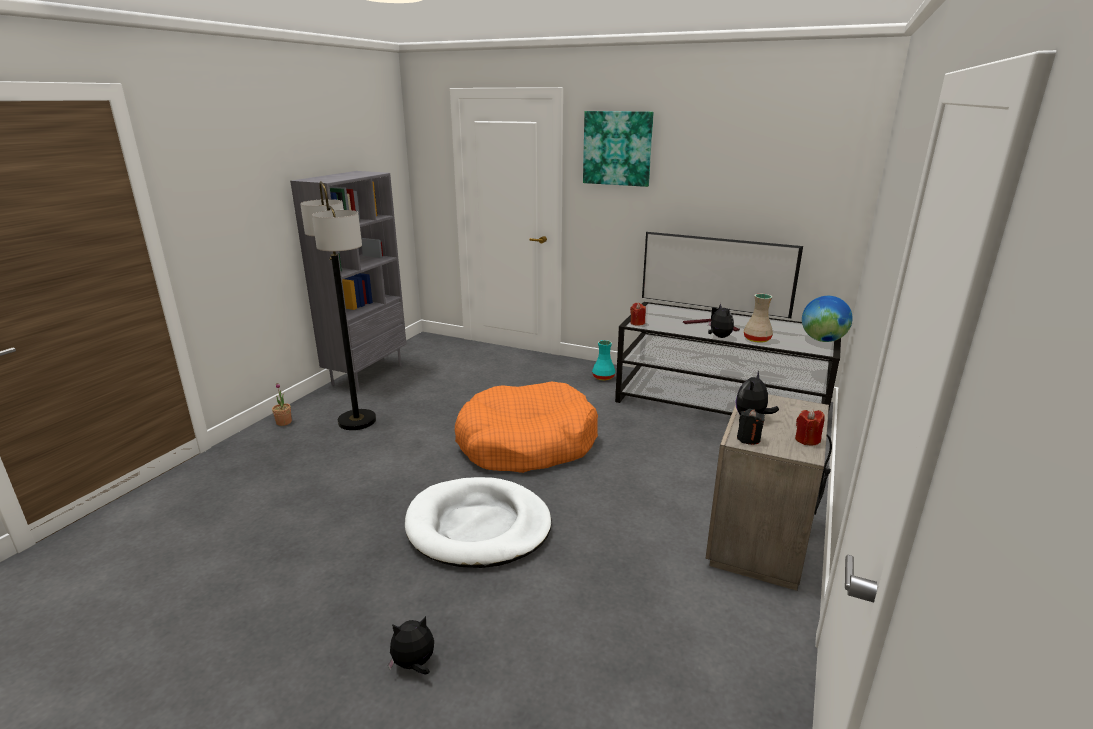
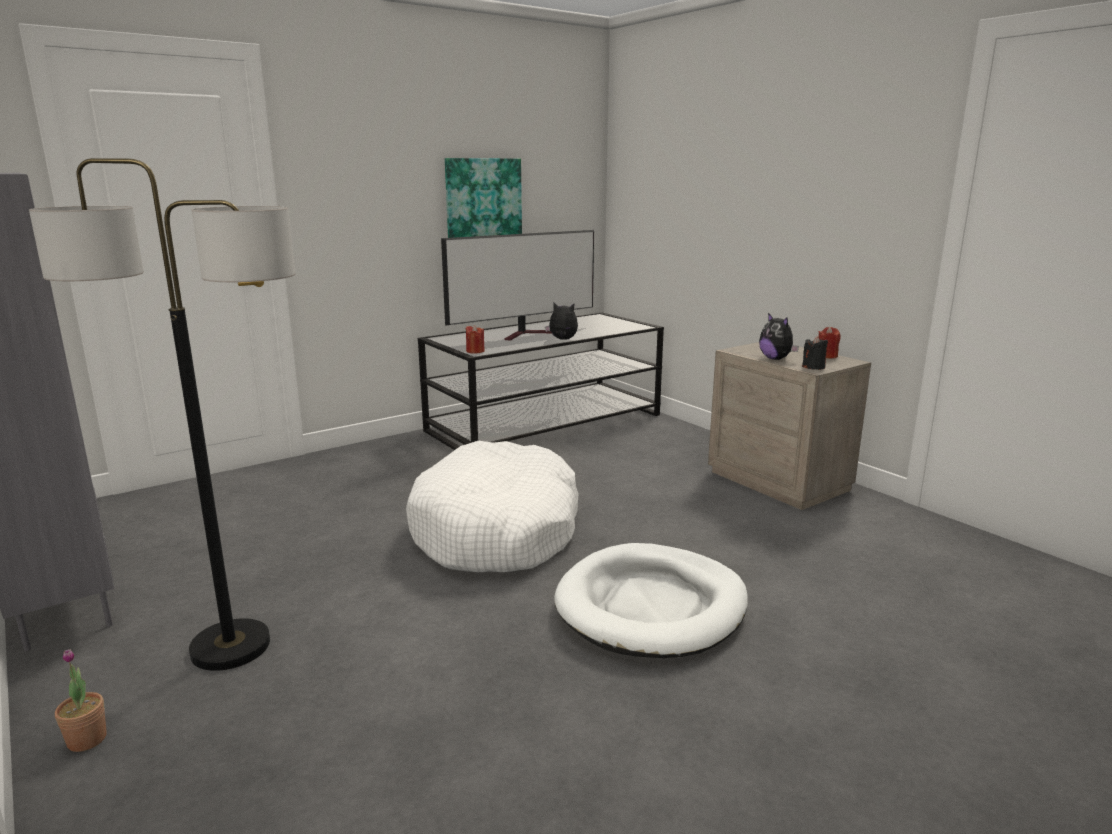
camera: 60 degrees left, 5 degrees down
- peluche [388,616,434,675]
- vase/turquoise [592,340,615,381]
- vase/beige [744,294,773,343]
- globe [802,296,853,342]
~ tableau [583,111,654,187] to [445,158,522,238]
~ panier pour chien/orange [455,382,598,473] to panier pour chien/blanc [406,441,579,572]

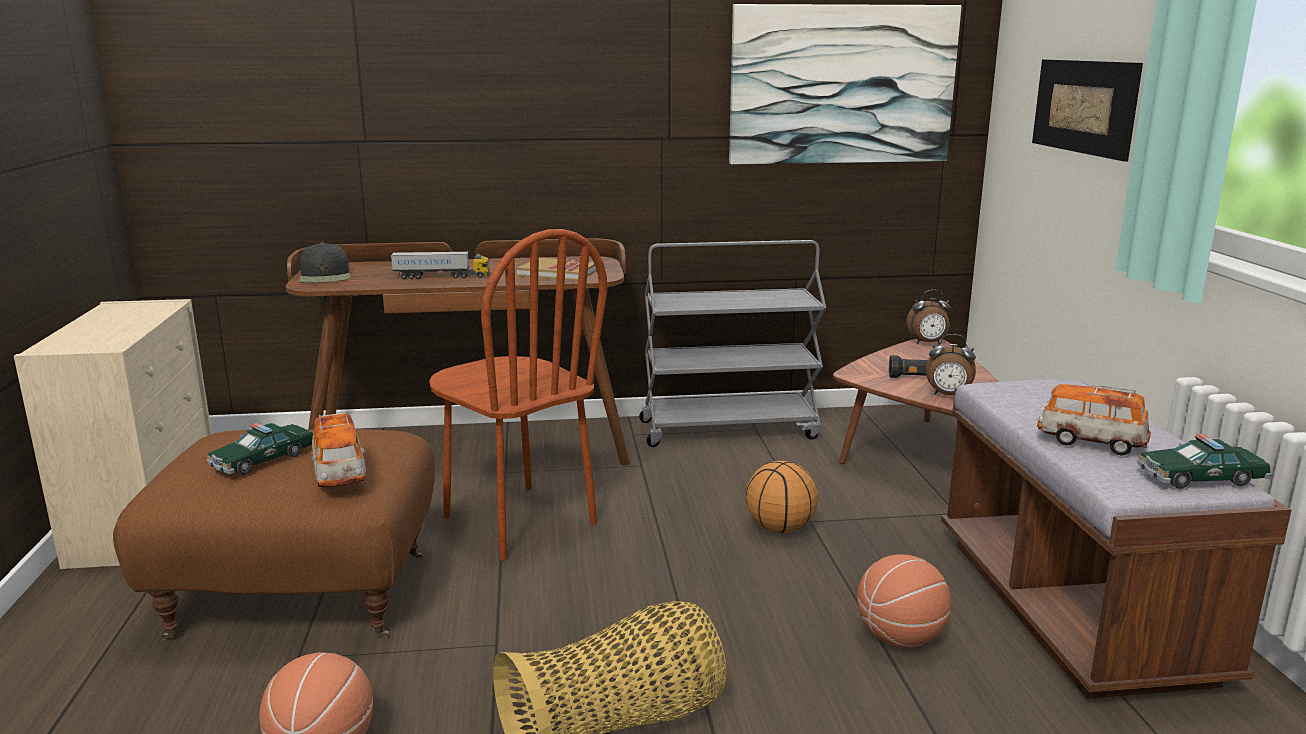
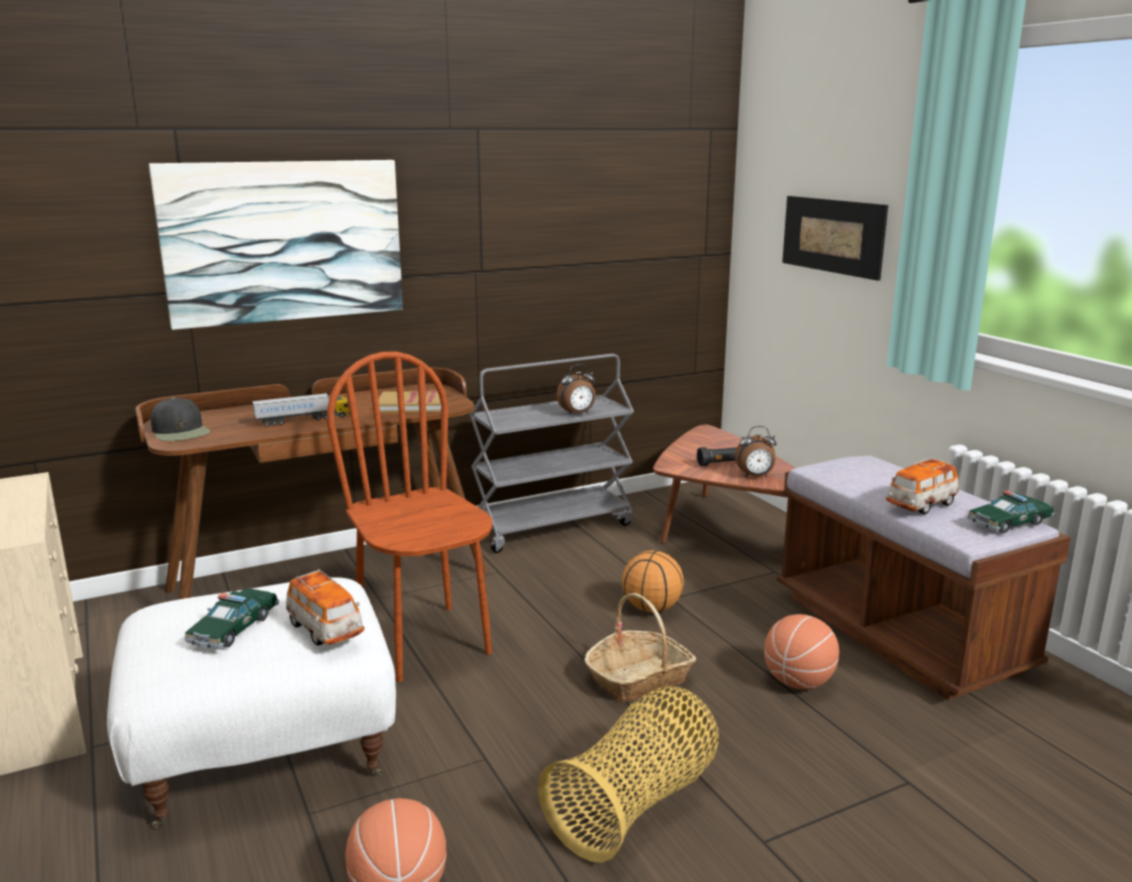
camera: 20 degrees left, 0 degrees up
+ panier [585,593,696,702]
~ tableau [729,4,962,164] to [149,160,403,330]
~ réveil [906,290,951,344] to [556,364,596,415]
~ pouf/marron [113,429,435,640] to pouf/blanc [107,578,396,829]
~ chaise/marron [429,229,607,561] = [327,352,493,682] 150 degrees counterclockwise
~ petite voiture [1037,384,1151,455] = [886,457,959,515] 45 degrees counterclockwise

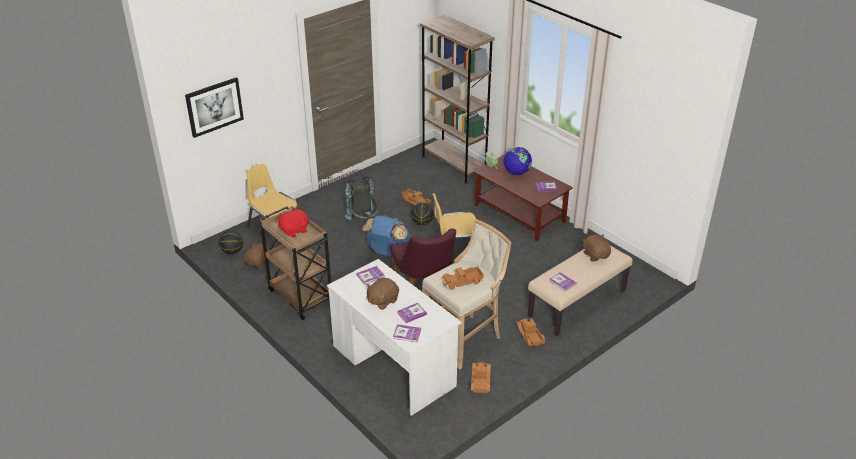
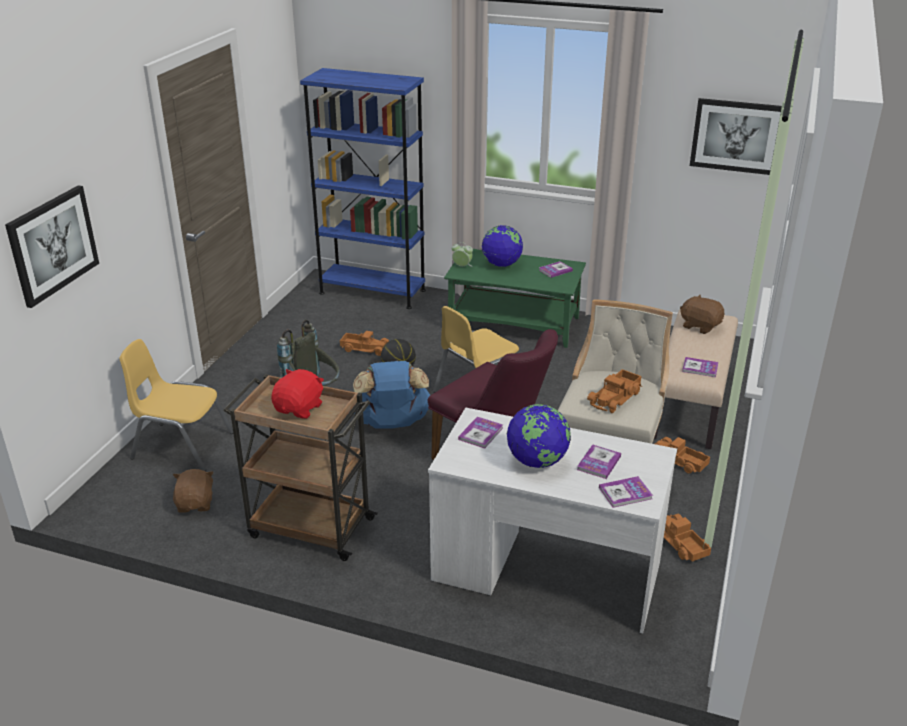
camera: 30 degrees left, 5 degrees down
- ballon de basket [219,231,243,254]
+ tableau [690,98,782,175]
~ peluche/marron [366,277,399,310] to globe [507,404,571,468]
~ bibliothèque/marron [420,15,495,184] to bibliothèque/bleu [300,68,426,309]
~ table basse/marron [473,154,573,241] to table basse/vert [444,249,586,348]

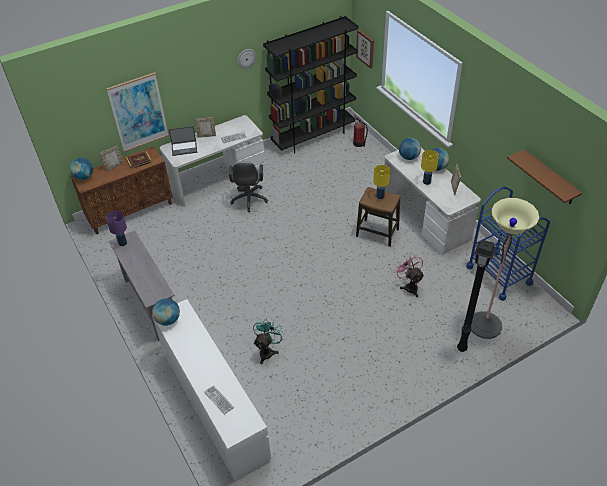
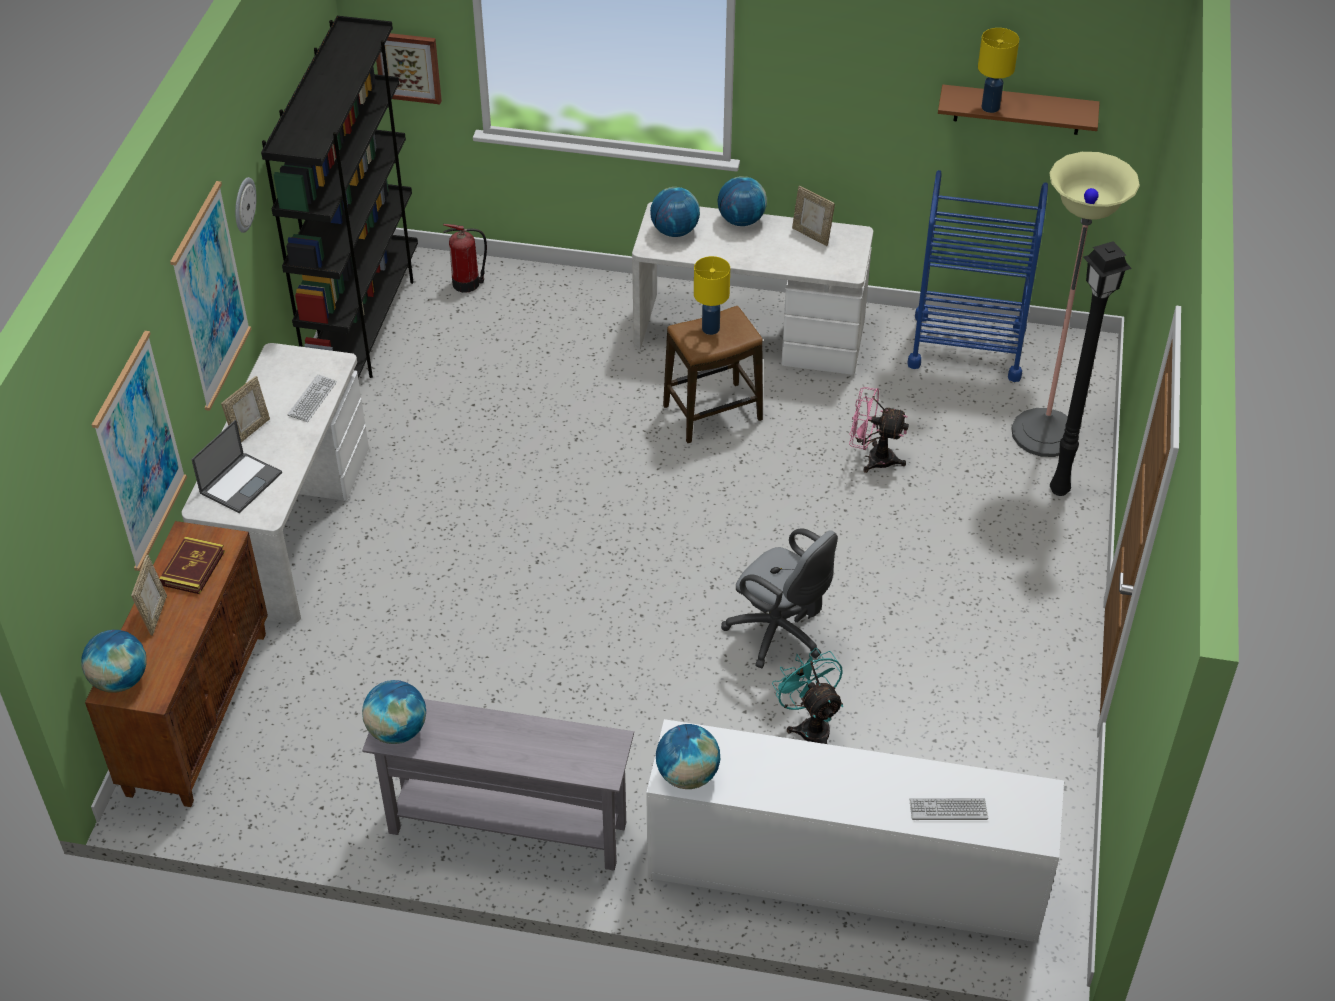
camera: 50 degrees left, 0 degrees up
+ tableau [170,181,251,411]
~ chaise de bureau/gris [229,161,268,212] to [721,528,838,668]
~ lampe de table/jaune [421,150,439,185] to [978,28,1019,113]
~ lampe de table/violet [106,211,127,246] to globe [362,680,426,744]

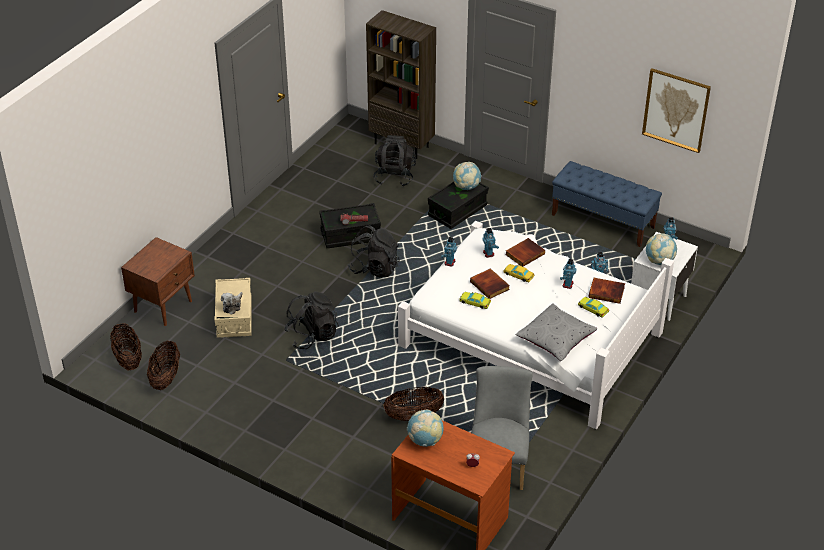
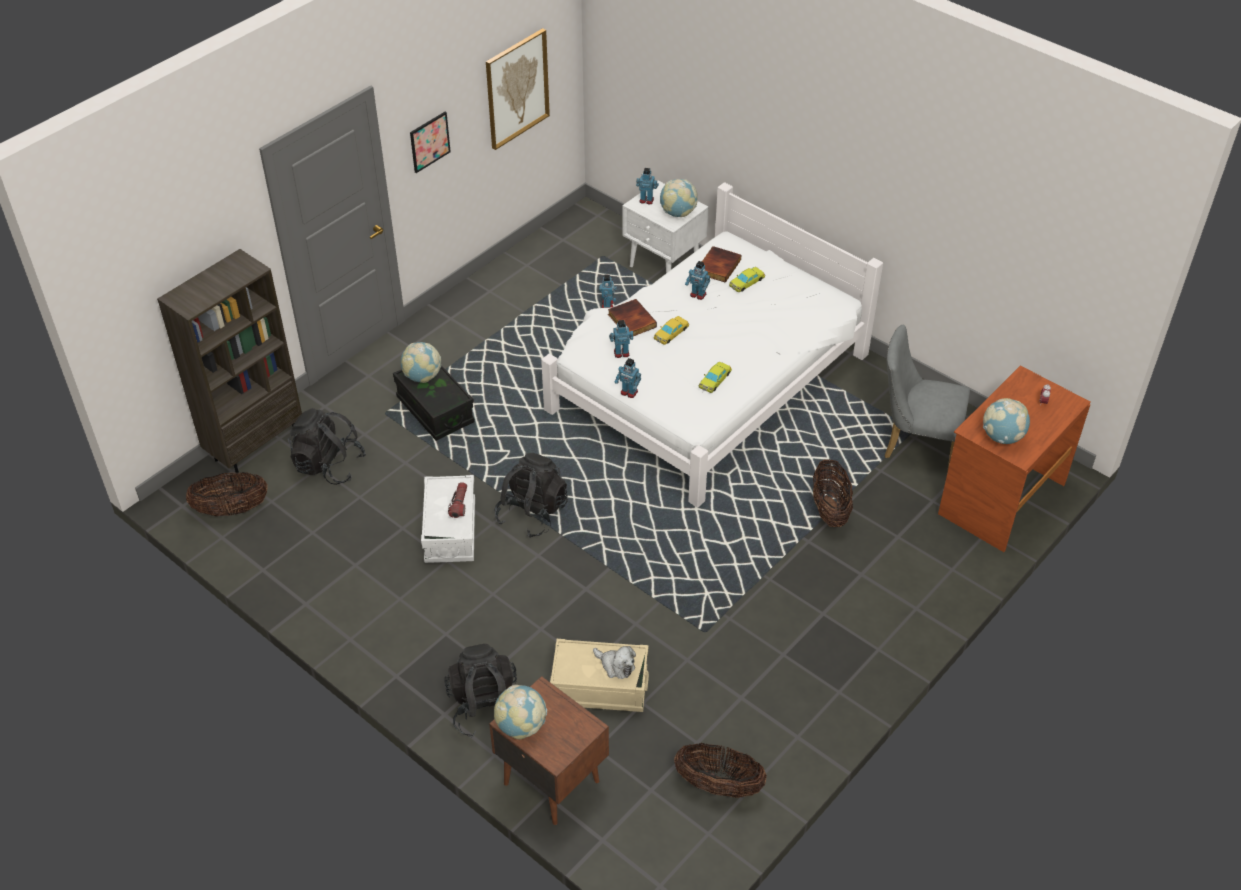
camera: 80 degrees left, 5 degrees up
- livre [470,268,510,299]
- coussin/gris [515,303,597,361]
- banc/bleu [552,161,662,247]
+ tableau [410,112,451,173]
+ globe [494,685,547,739]
~ panier [110,324,142,370] to [186,472,267,516]
~ sac à dos/noir [284,291,339,349] to [444,644,517,738]
~ boîte de rangement/noir [319,203,381,248] to boîte de rangement/blanc [421,475,475,563]

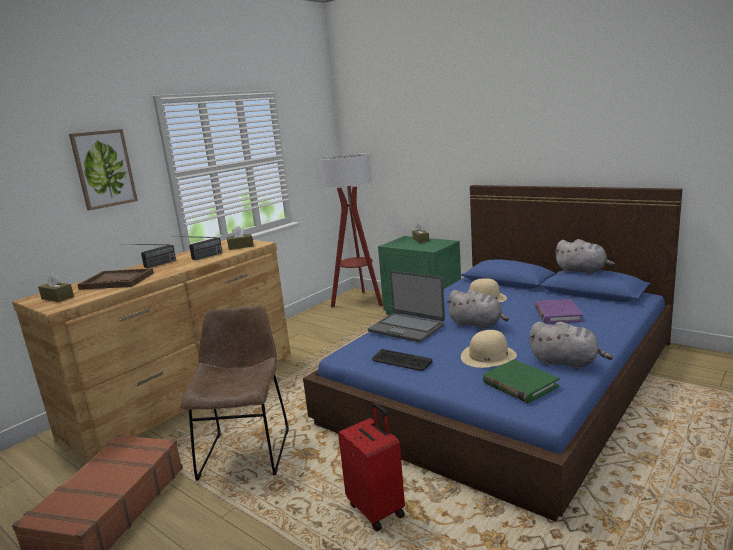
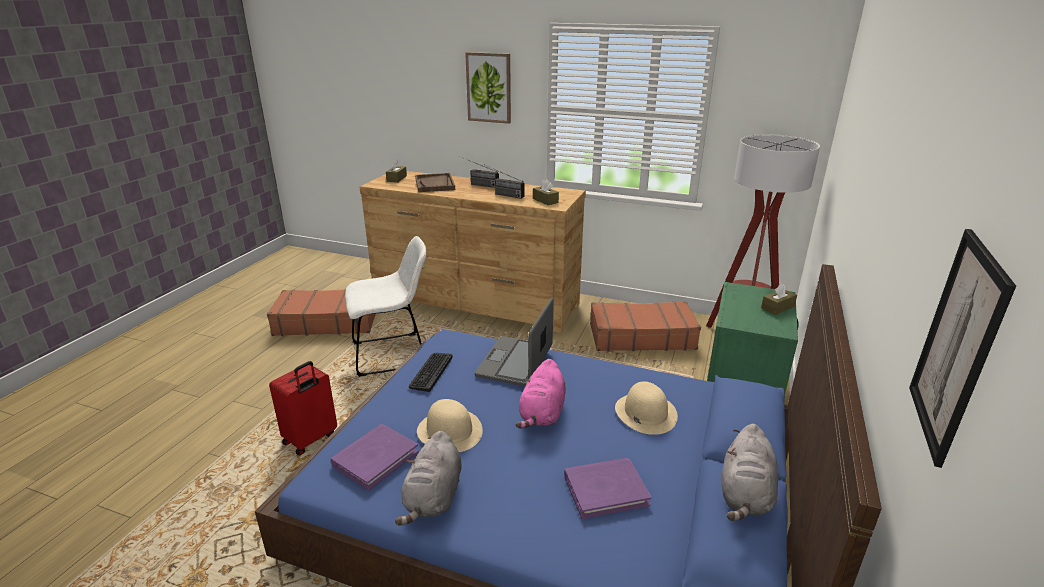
camera: 70 degrees right, 10 degrees up
+ valise/marron [590,301,701,352]
+ tableau [909,229,1016,468]
~ chaise/marron [180,306,289,481] to chaise/blanc [345,236,427,377]
~ peluche/gris [446,290,509,330] to peluche/rose [516,359,566,429]
~ livre/vert [483,359,559,403] to livre/violet [331,424,418,491]

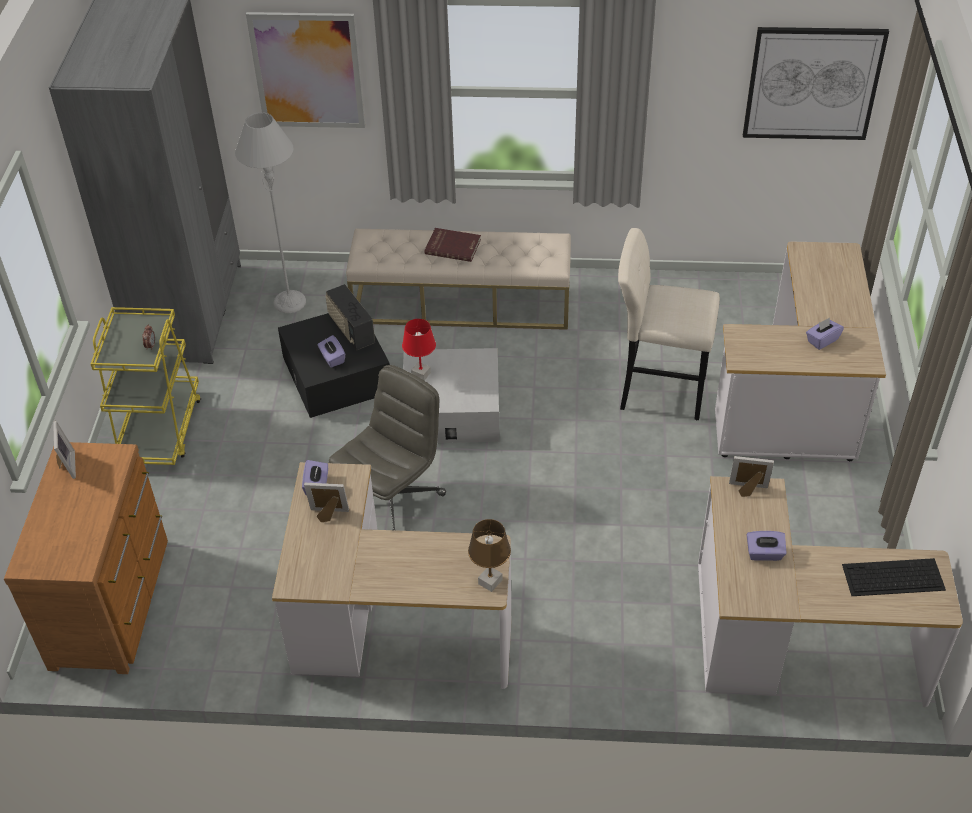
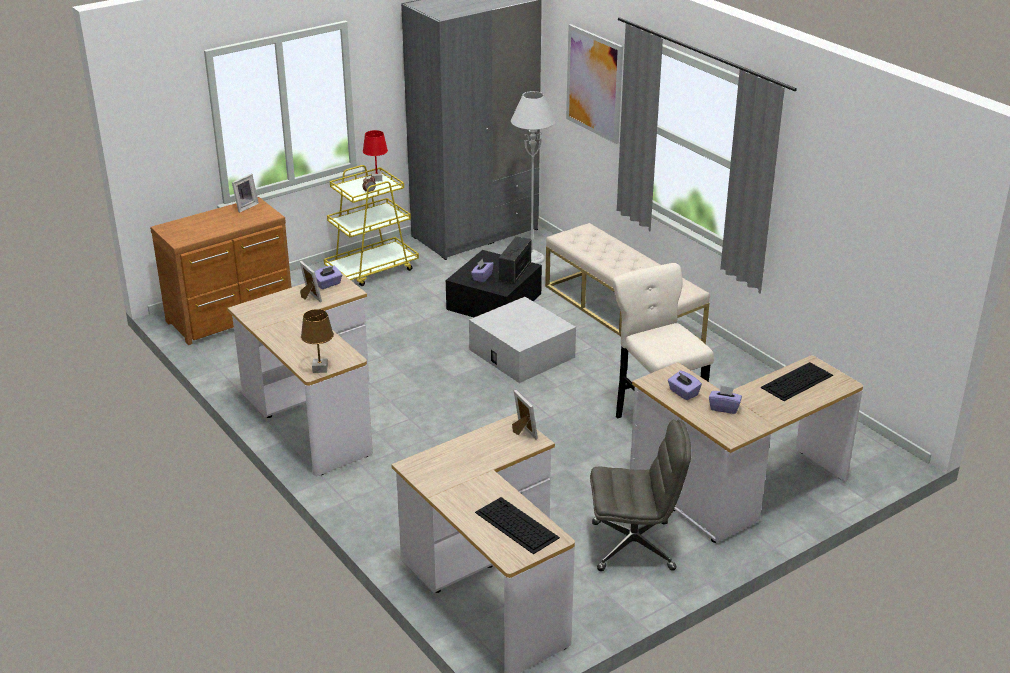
camera: 50 degrees right, 15 degrees down
- livre/rouge [424,228,481,262]
- tableau [743,27,889,140]
+ clavier [761,362,833,401]
~ chaise de bureau/gris [329,365,446,530] to [590,420,691,571]
~ lampe de table/rouge [402,319,436,381] to [363,130,388,182]
~ boîte à mouchoirs/violet [747,531,787,561] to [668,371,702,400]

